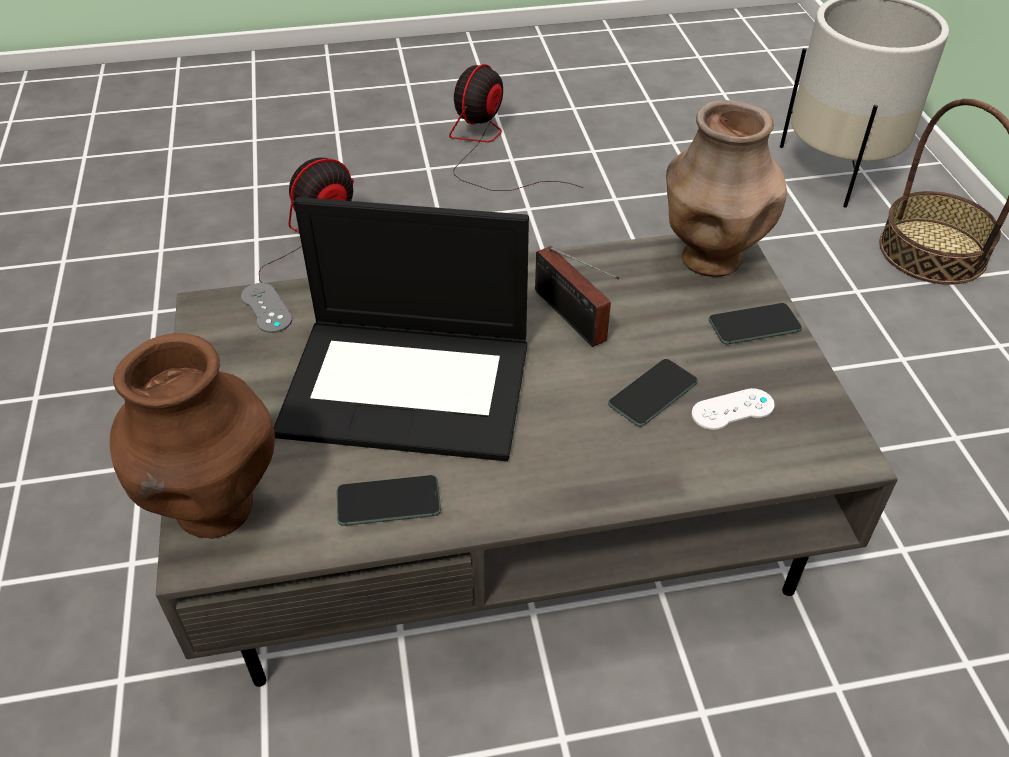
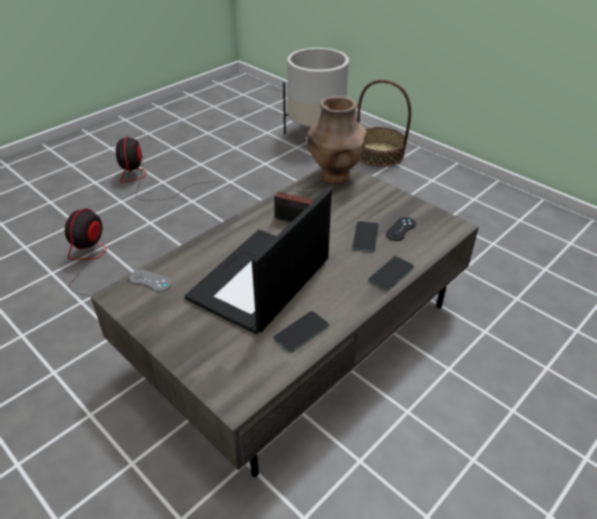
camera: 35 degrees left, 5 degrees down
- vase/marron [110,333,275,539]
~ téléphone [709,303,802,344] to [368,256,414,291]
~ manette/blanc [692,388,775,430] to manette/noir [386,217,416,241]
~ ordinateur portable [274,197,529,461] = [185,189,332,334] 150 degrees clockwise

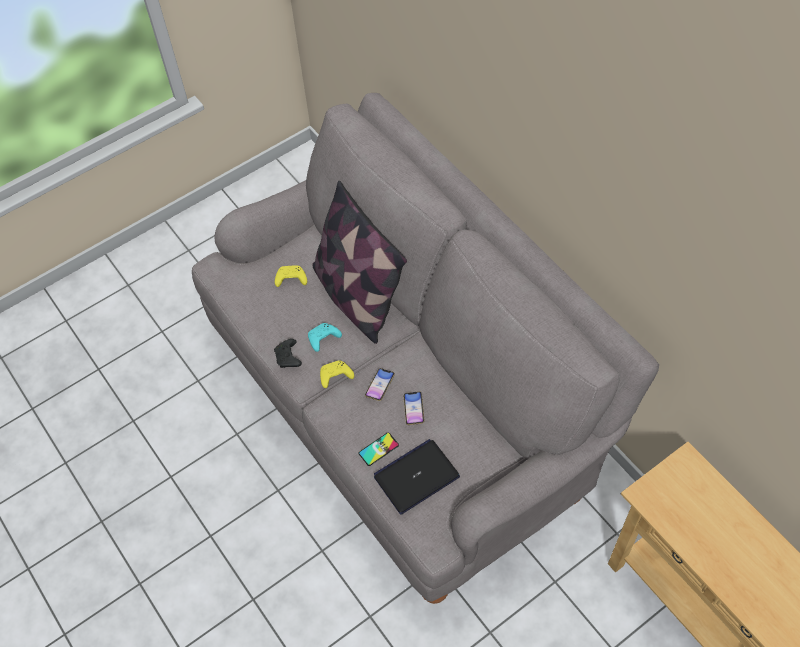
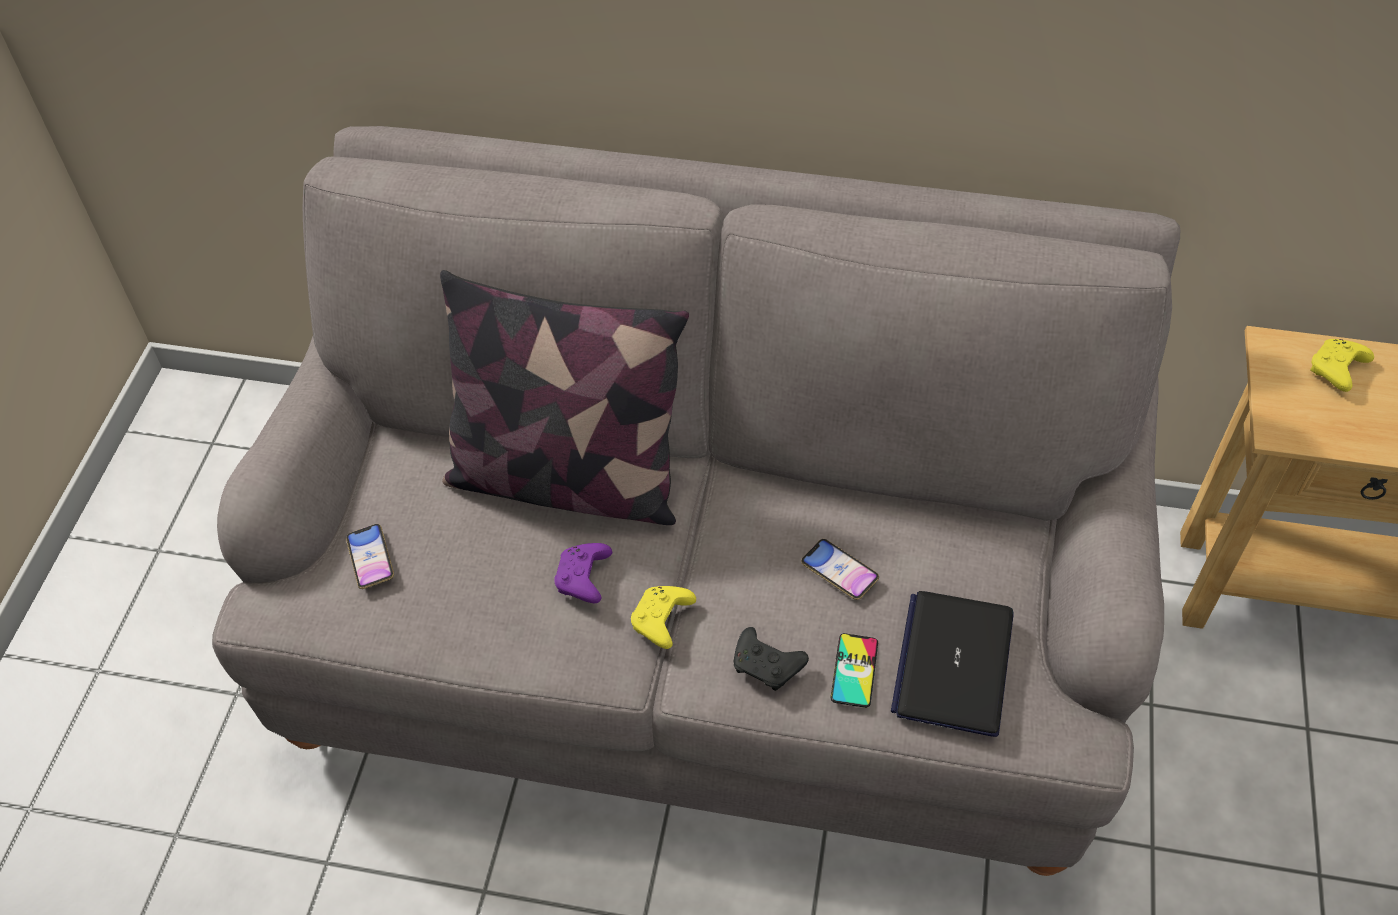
camera: 45 degrees left, 5 degrees down
~ manette/noir [274,339,302,368] to [734,627,809,691]
~ manette/jaune [275,265,307,287] to [1310,339,1374,392]
~ téléphone [365,368,395,401] to [346,524,394,589]
~ manette/turquoise [308,323,342,352] to manette/violet [554,543,612,603]

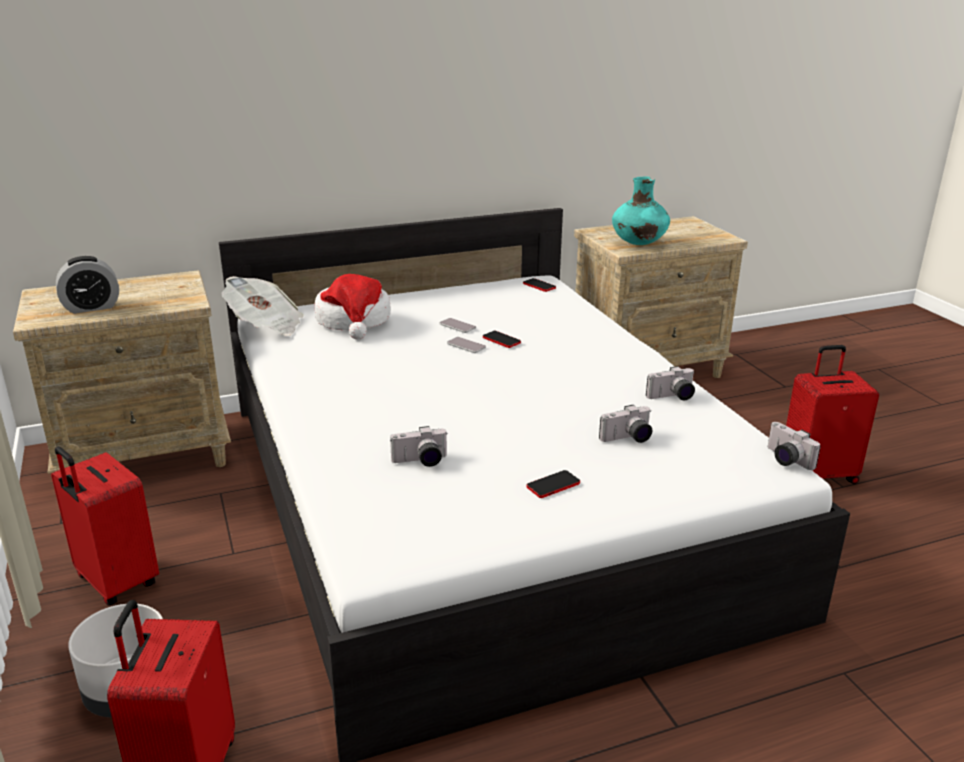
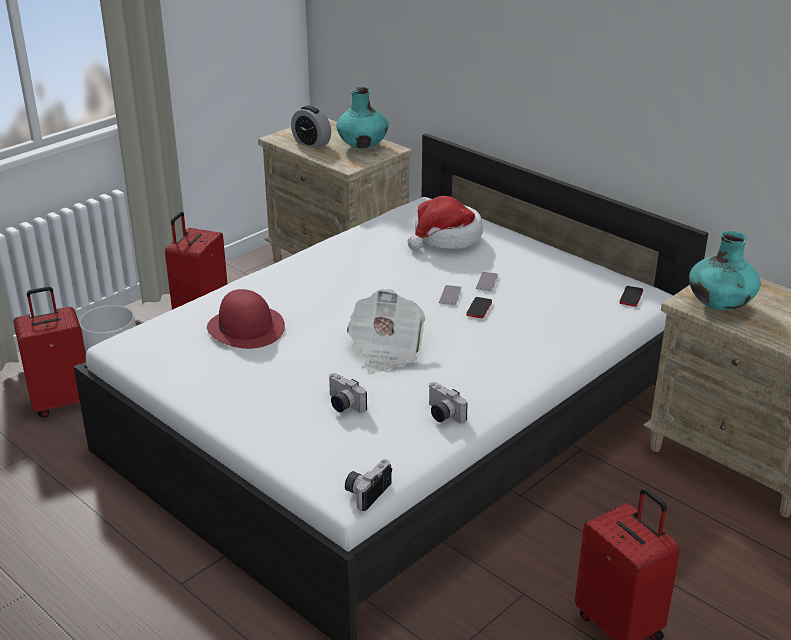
camera: 65 degrees right, 5 degrees up
- téléphone [526,470,580,498]
+ vase/turquoise [336,87,389,149]
~ journal [221,276,304,336] to [347,289,425,372]
~ appareil photo [390,426,448,467] to chapeau/rouge [207,289,285,349]

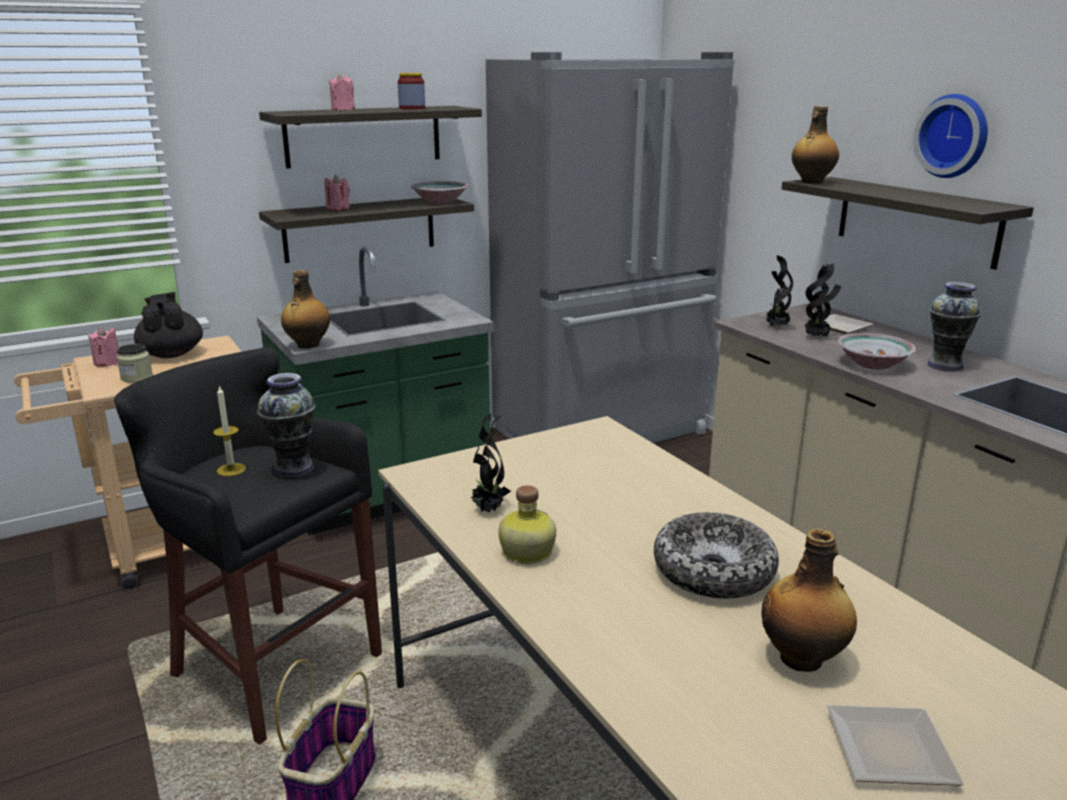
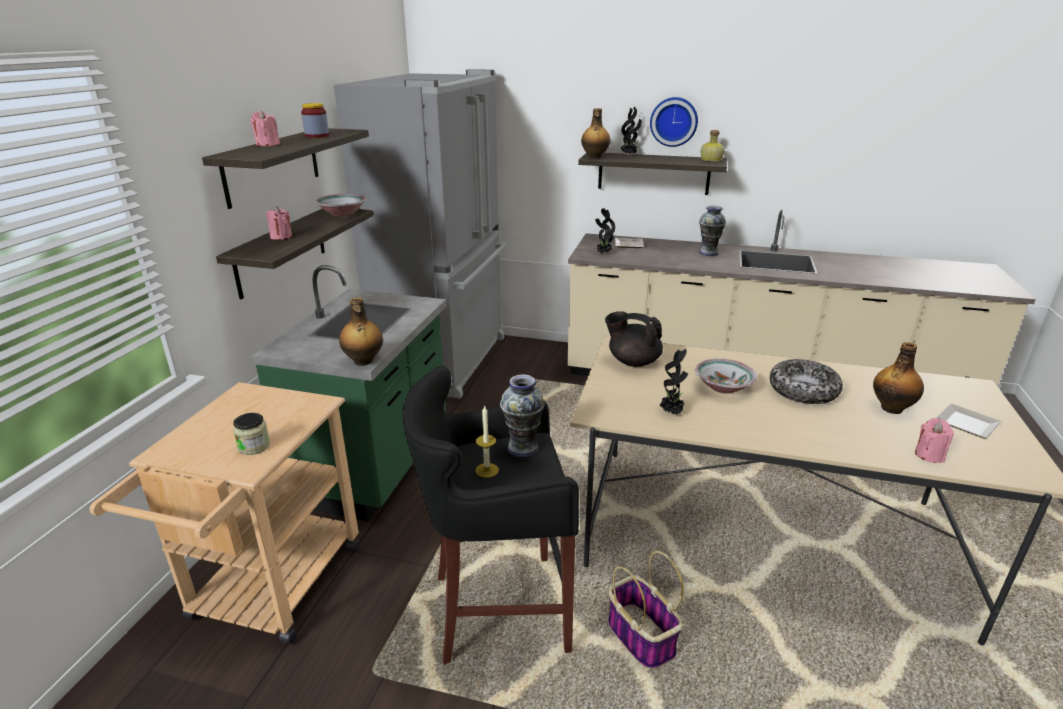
camera: 45 degrees left, 5 degrees up
~ bougie/rose [88,326,119,367] to [915,418,954,463]
~ théière/noir [134,292,203,358] to [605,311,663,367]
~ bouteille [498,485,556,564] to [700,130,725,161]
~ plante en pot [805,263,841,338] to [621,107,642,155]
~ bol [838,333,916,370] to [695,358,757,394]

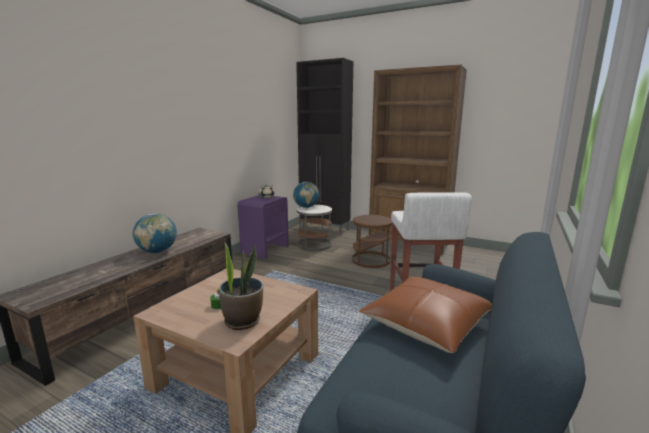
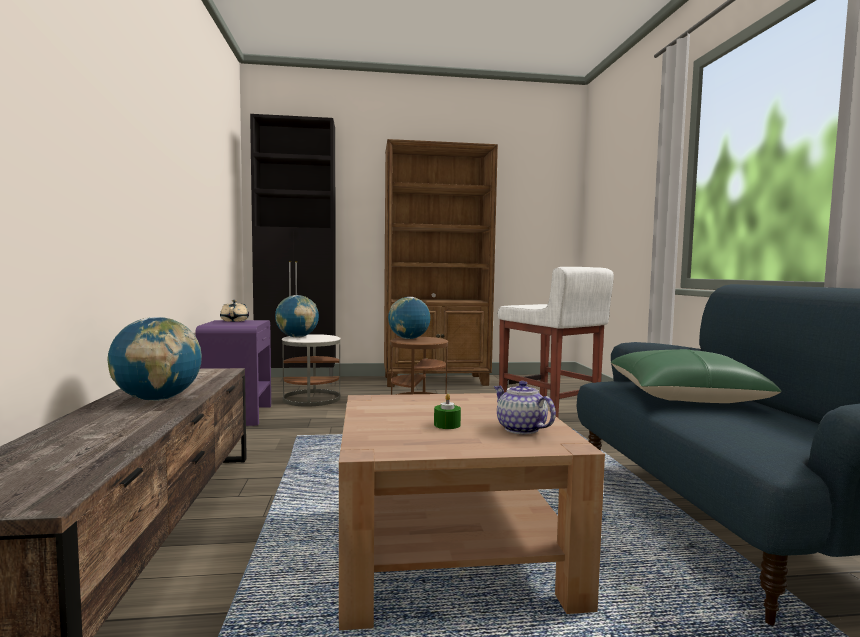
camera: 35 degrees left, 10 degrees down
+ globe [388,297,430,339]
~ plante en pot [219,242,263,330] to théière [494,381,556,434]
~ coussin/marron [359,276,492,353] to coussin/vert [611,349,782,403]

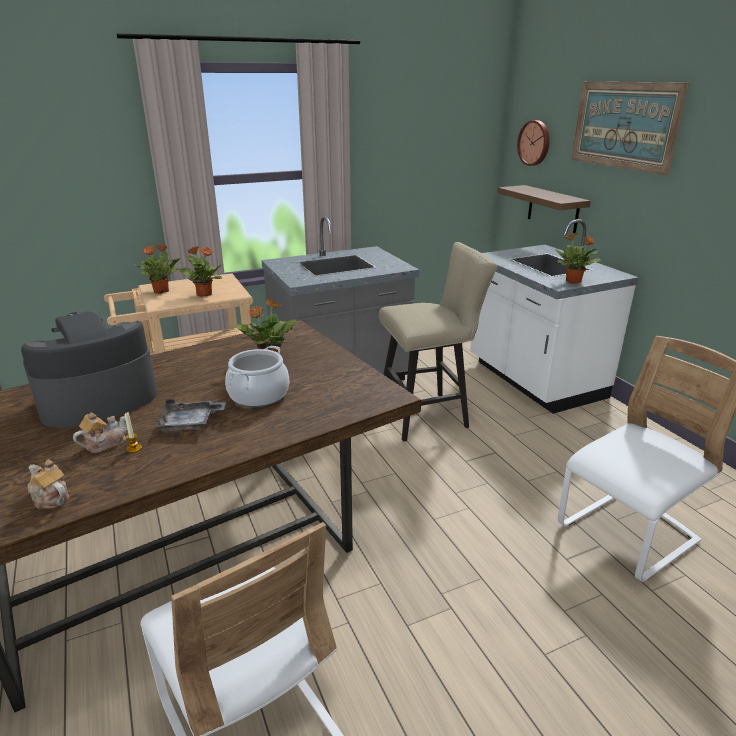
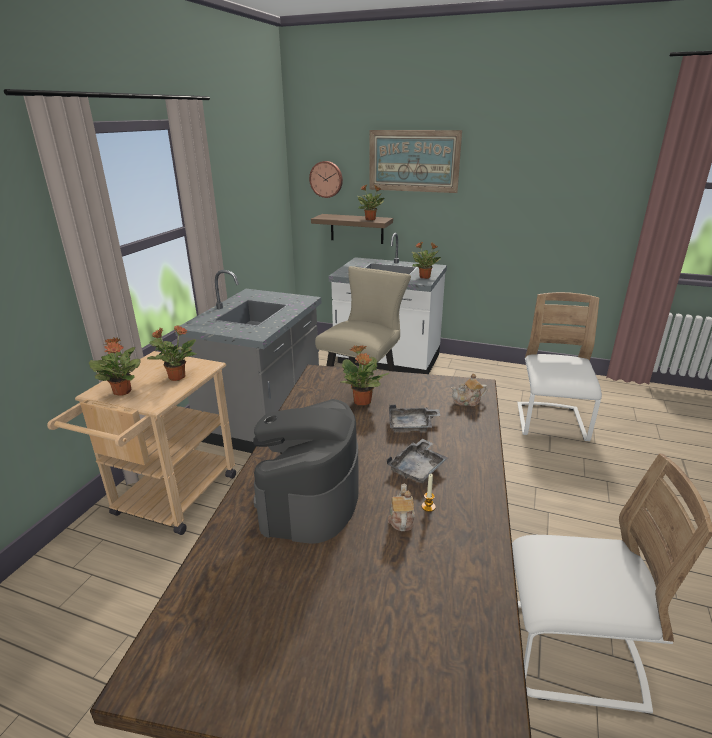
camera: 45 degrees left, 0 degrees up
+ plante en pot [357,184,385,221]
~ théière [28,459,69,509] to [451,373,488,406]
~ marmite [225,346,289,407] to plateau/gris [389,405,441,432]

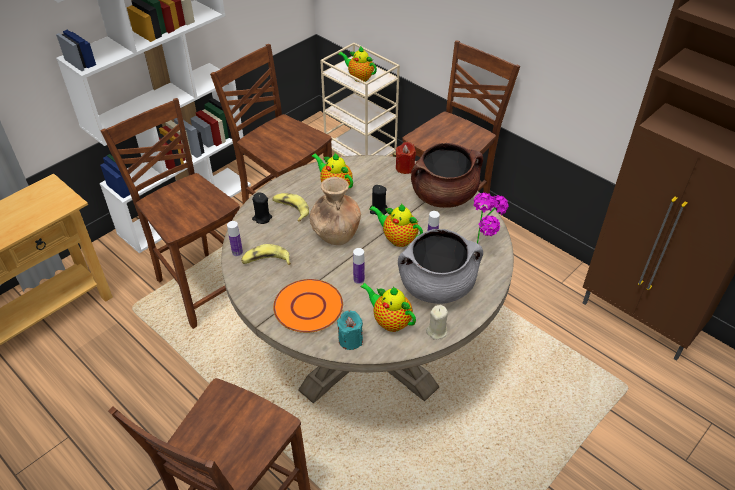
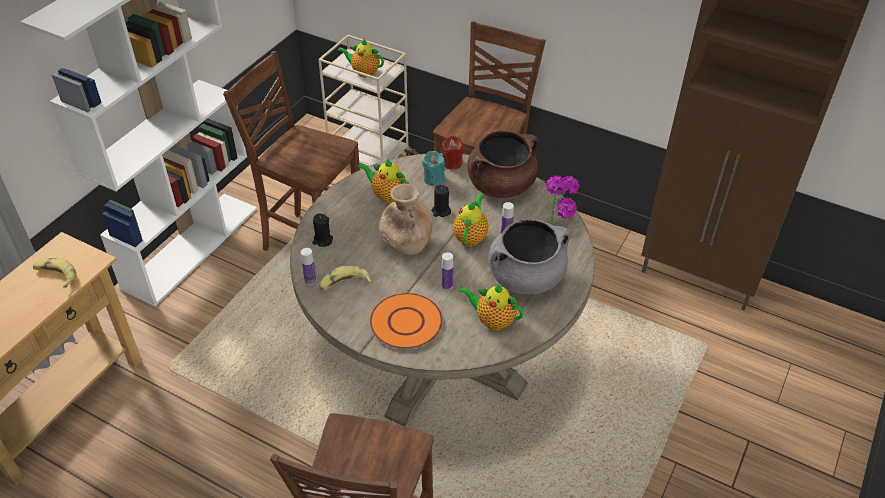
camera: 15 degrees left, 0 degrees up
- chaise/marron [101,98,240,329]
- bougie/beige [426,305,448,340]
~ banane [272,193,309,222] to [33,258,77,288]
~ bougie/turquoise [337,311,363,350] to [422,151,445,185]
~ théière [369,204,423,247] = [453,194,489,247] 90 degrees clockwise

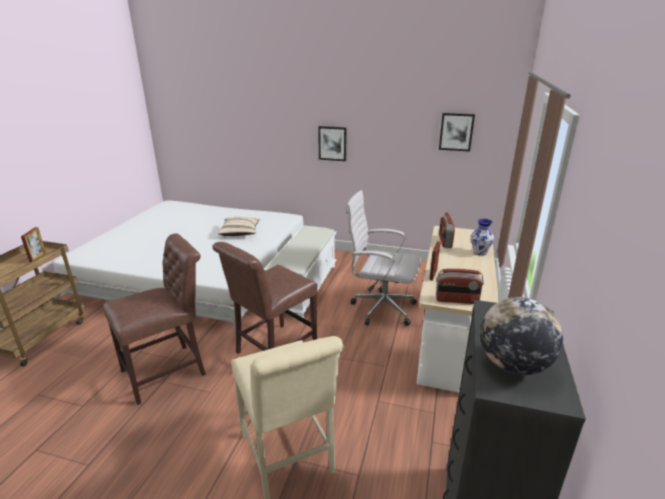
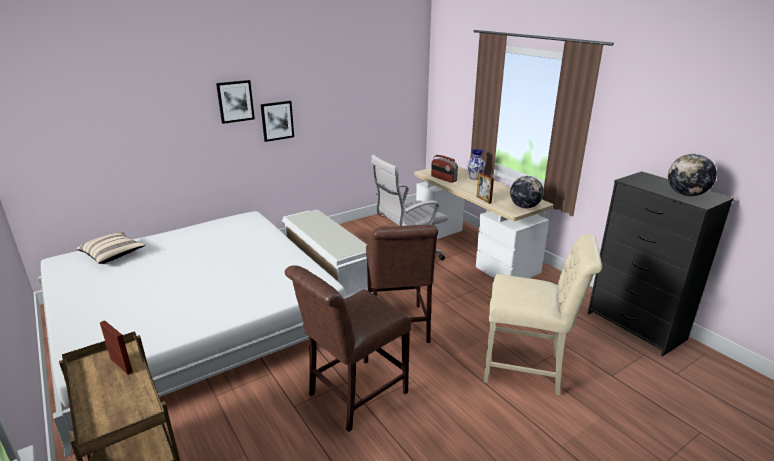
camera: 50 degrees left, 0 degrees up
~ coussin/beige [218,217,260,236] to [76,232,145,264]
~ tableau [439,113,475,152] to [216,80,255,124]
~ radio [436,269,484,304] to globe [510,176,544,208]
~ chaise/marron [103,233,206,405] = [285,265,411,432] 135 degrees counterclockwise

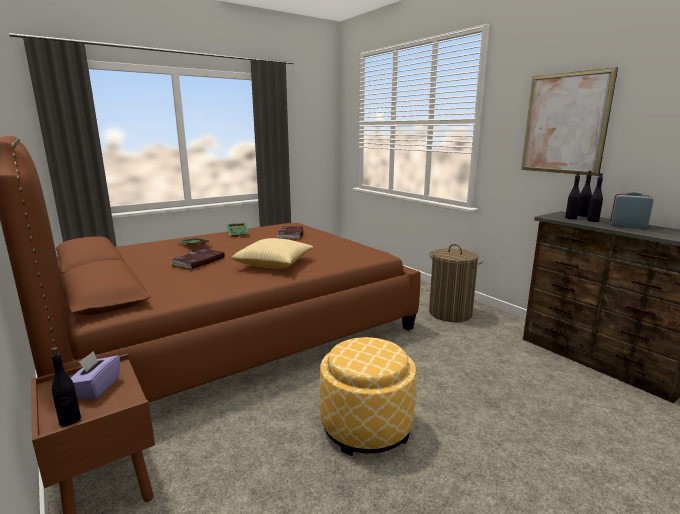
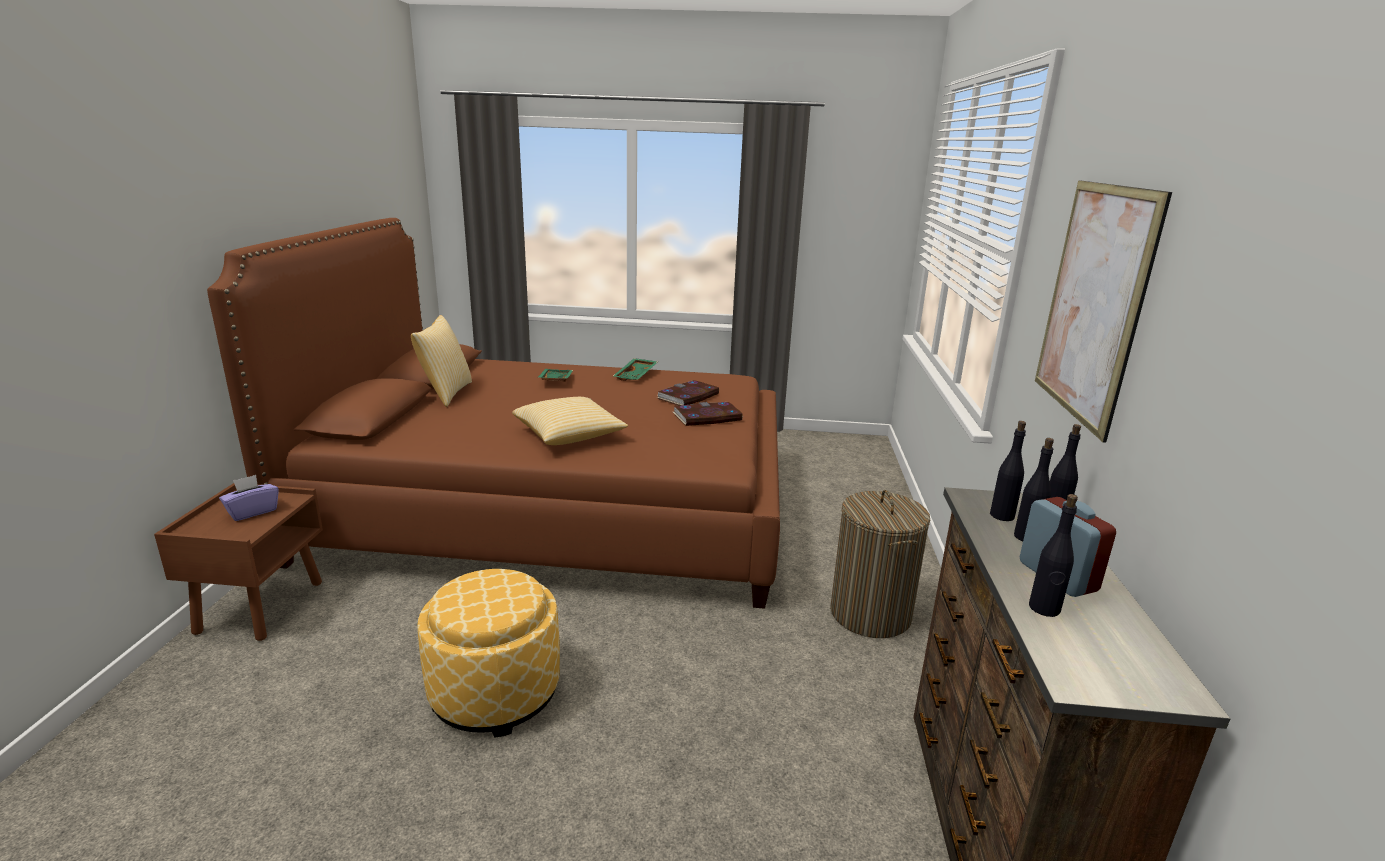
camera: 40 degrees right, 5 degrees up
+ coussin [411,315,472,407]
~ bouteille/noir [51,347,81,427] to [1029,494,1078,617]
~ livre [172,249,225,269] to [673,402,743,426]

